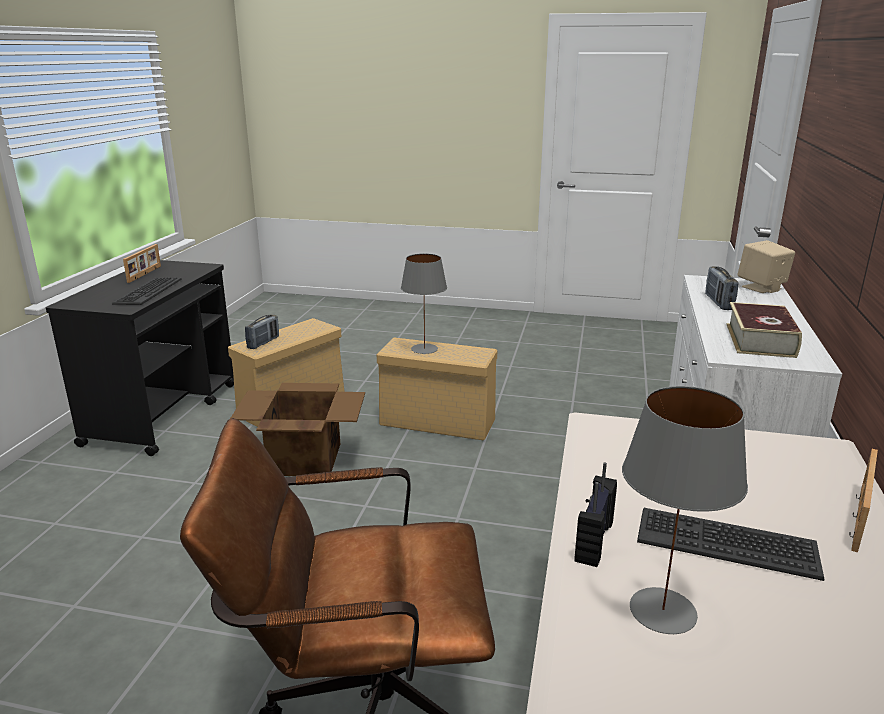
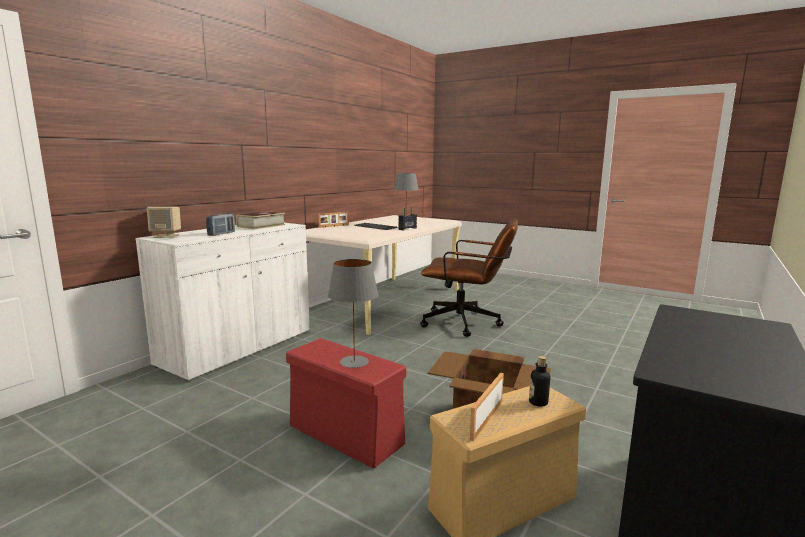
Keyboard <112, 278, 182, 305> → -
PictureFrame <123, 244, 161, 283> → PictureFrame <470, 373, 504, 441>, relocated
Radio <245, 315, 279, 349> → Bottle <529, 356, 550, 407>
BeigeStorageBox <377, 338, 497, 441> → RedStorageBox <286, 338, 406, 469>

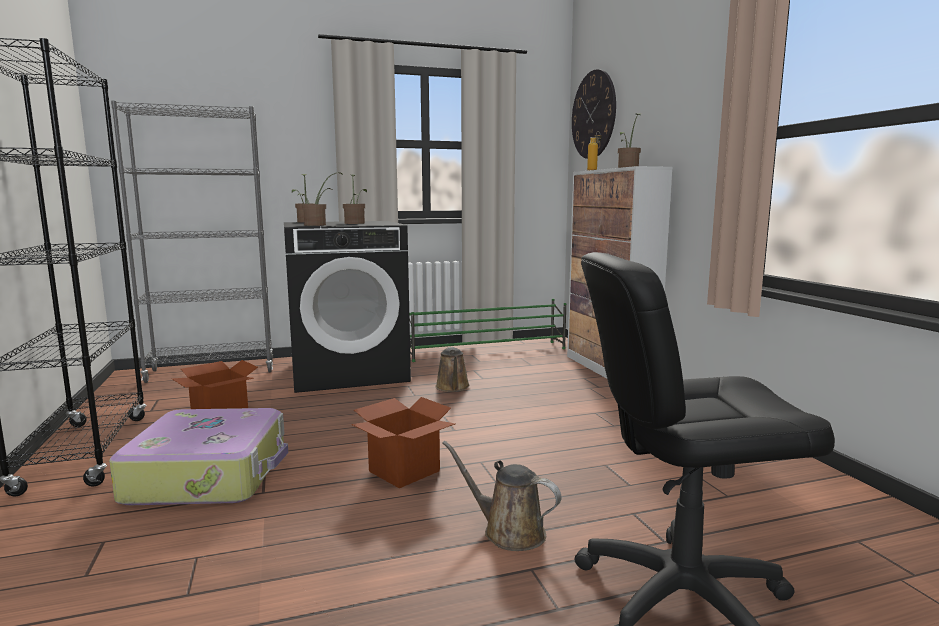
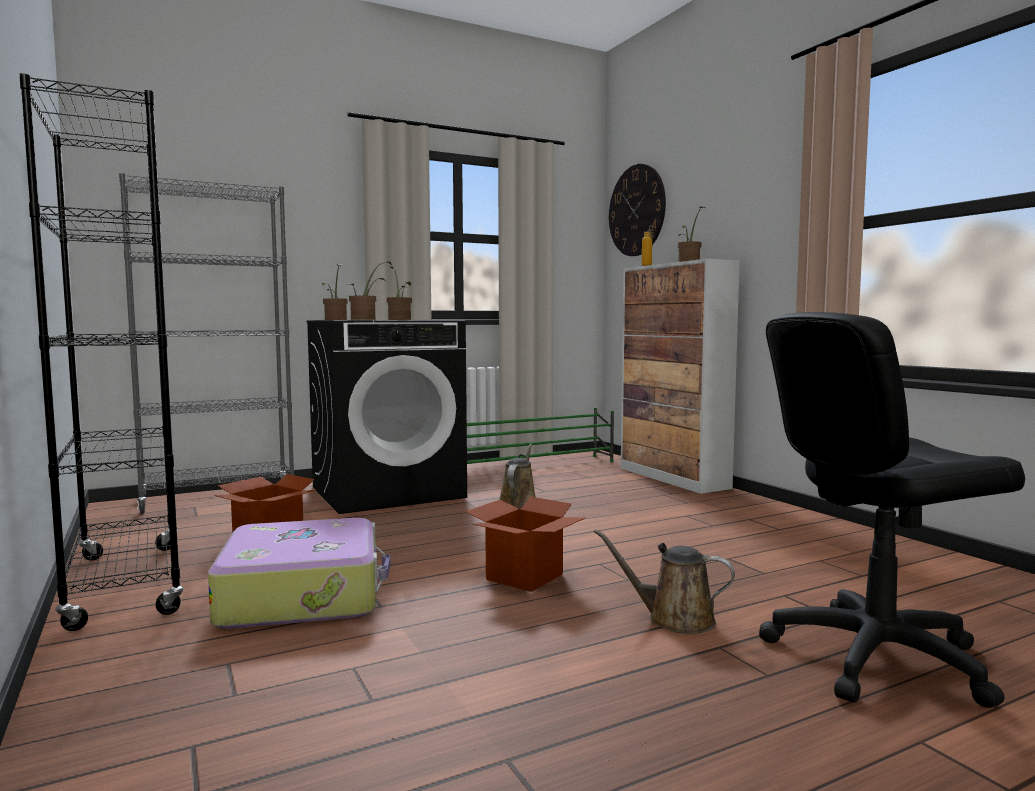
BrownWateringCan <436, 347, 470, 392> → BrownWateringCan <499, 444, 535, 507>, 150 degrees counterclockwise

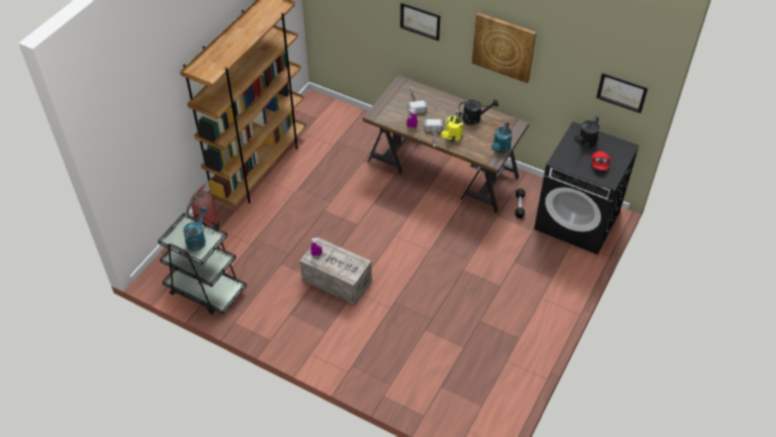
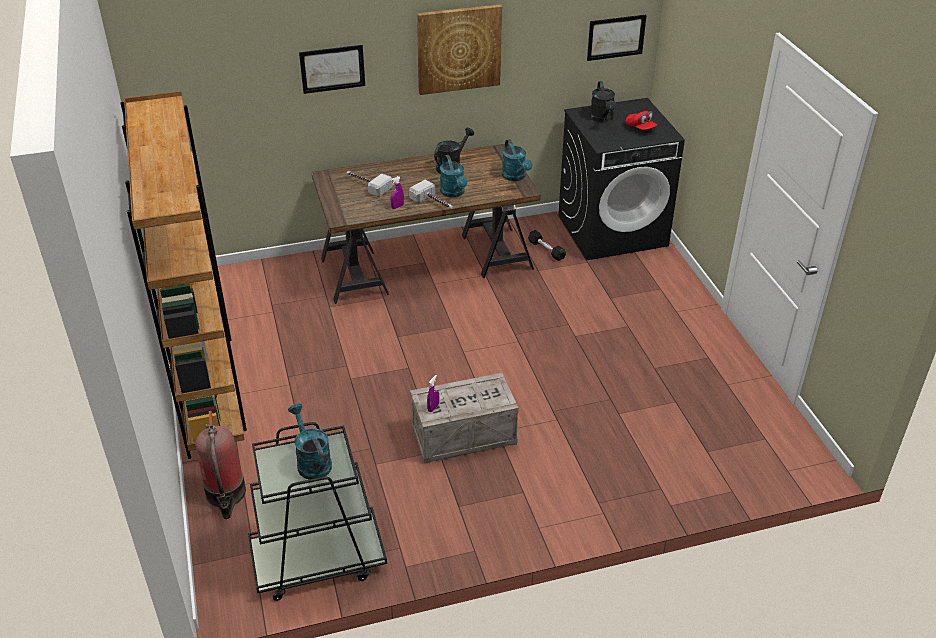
YellowWateringCan <441, 111, 463, 142> → TurquoiseWateringCan <440, 155, 467, 198>

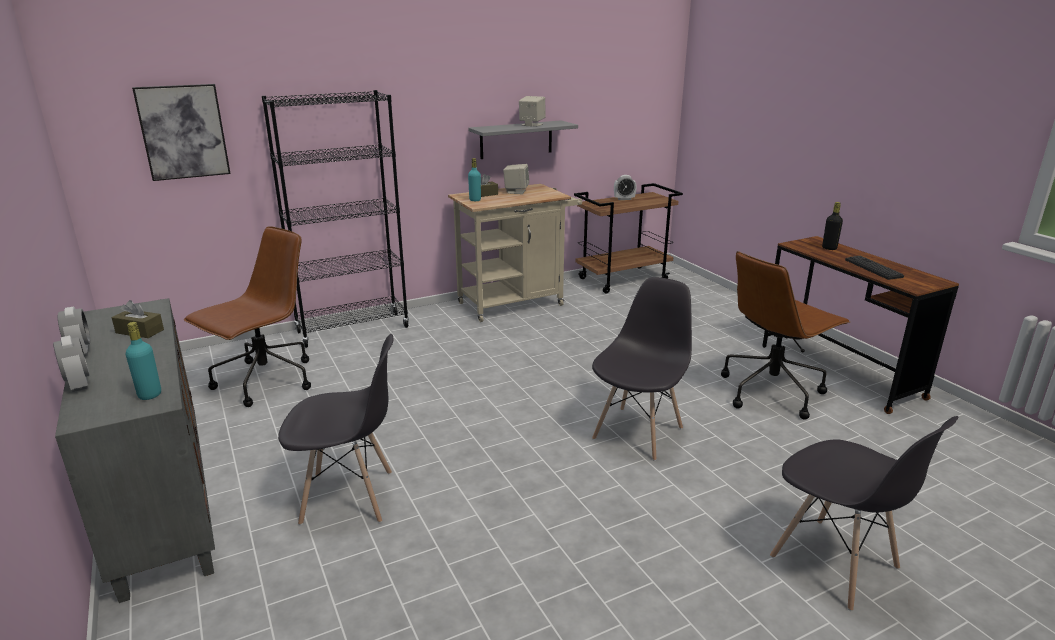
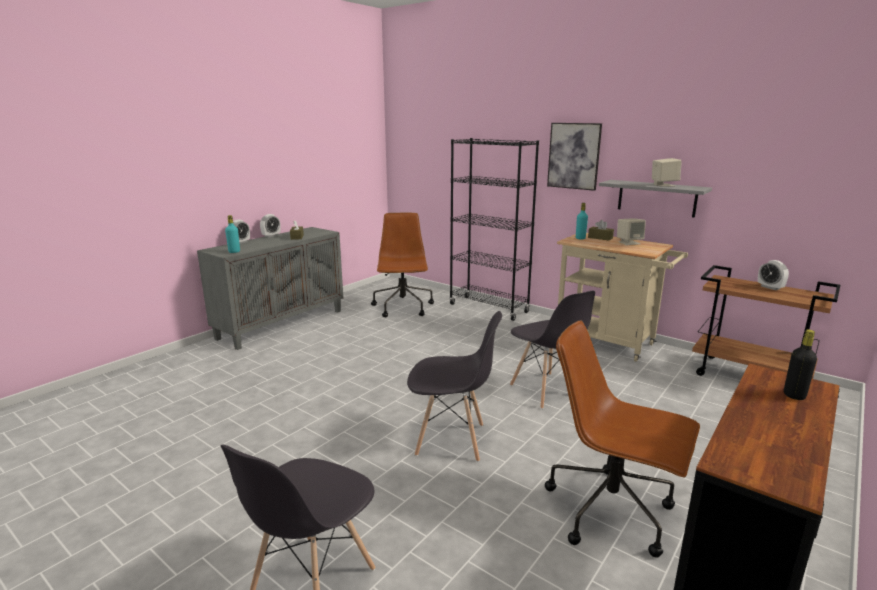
Picture <132, 84, 231, 181> → Picture <547, 123, 602, 191>, relocated
BrownOfficeChair <184, 226, 311, 407> → BrownOfficeChair <371, 213, 434, 317>, 105 degrees counterclockwise
GreyChair <278, 334, 394, 525> → GreyChair <510, 291, 595, 409>, relocated
Keyboard <845, 256, 904, 280> → -

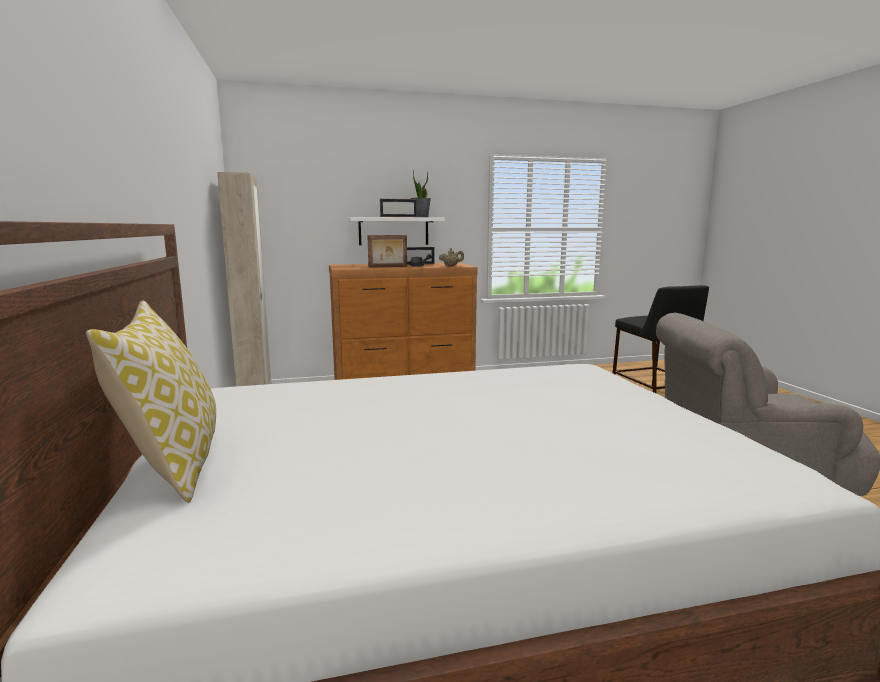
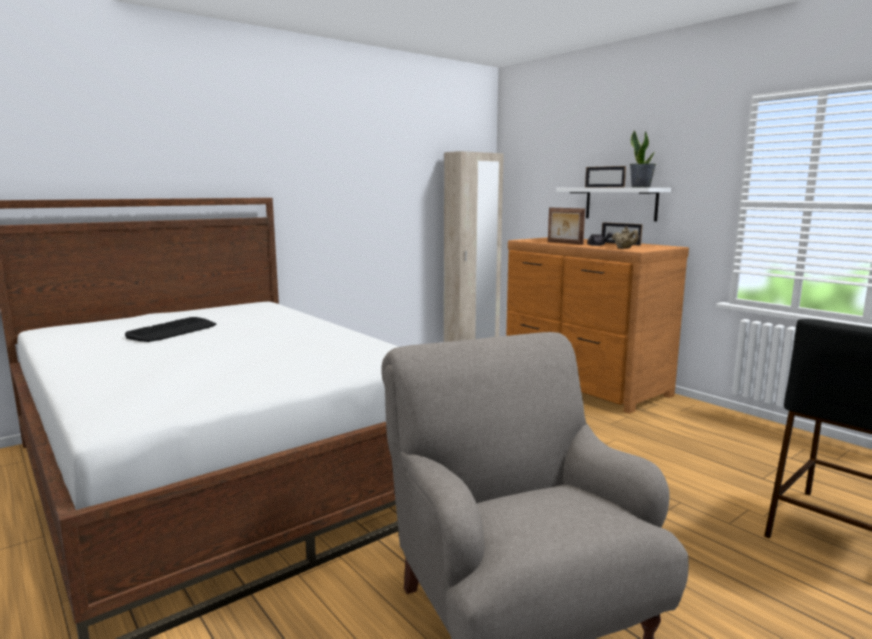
Pillow <86, 300, 216, 503> → -
- → Keyboard <125, 317, 216, 342>

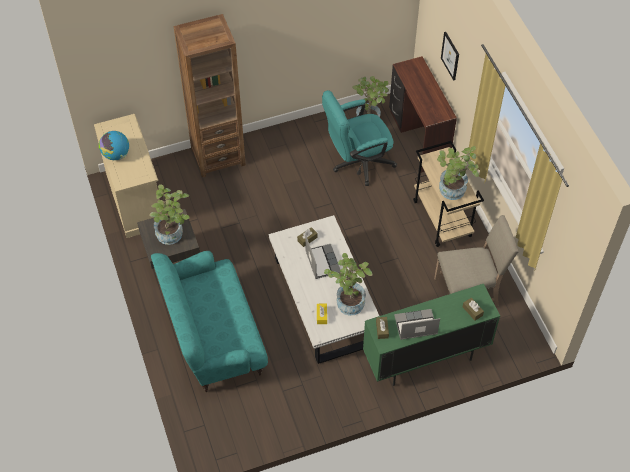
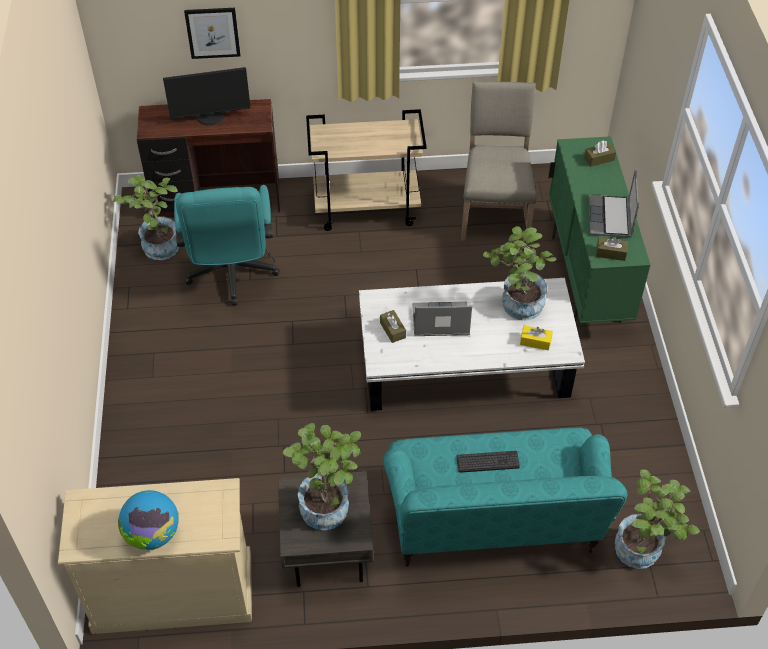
BrownBookcase <174, 14, 246, 177> → -
PottedPlant <437, 146, 479, 200> → PottedPlant <615, 470, 700, 569>, relocated
- → Monitor <163, 67, 251, 125>
- → Keyboard <456, 451, 520, 473>

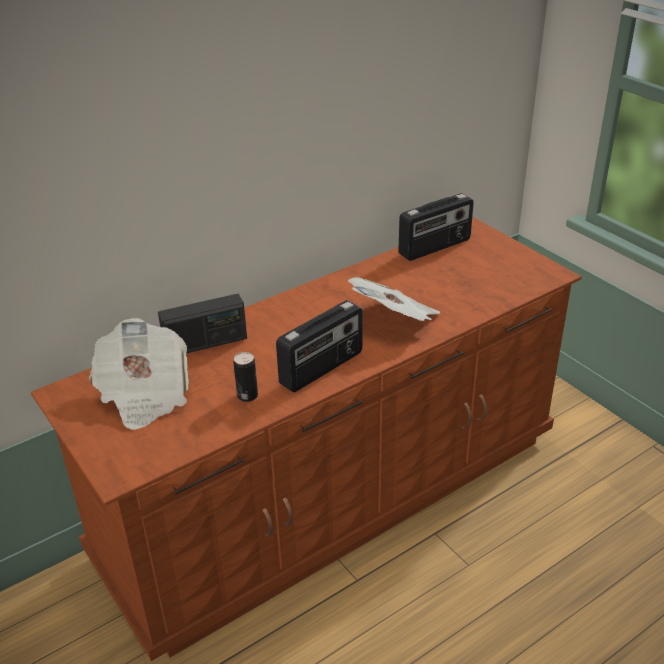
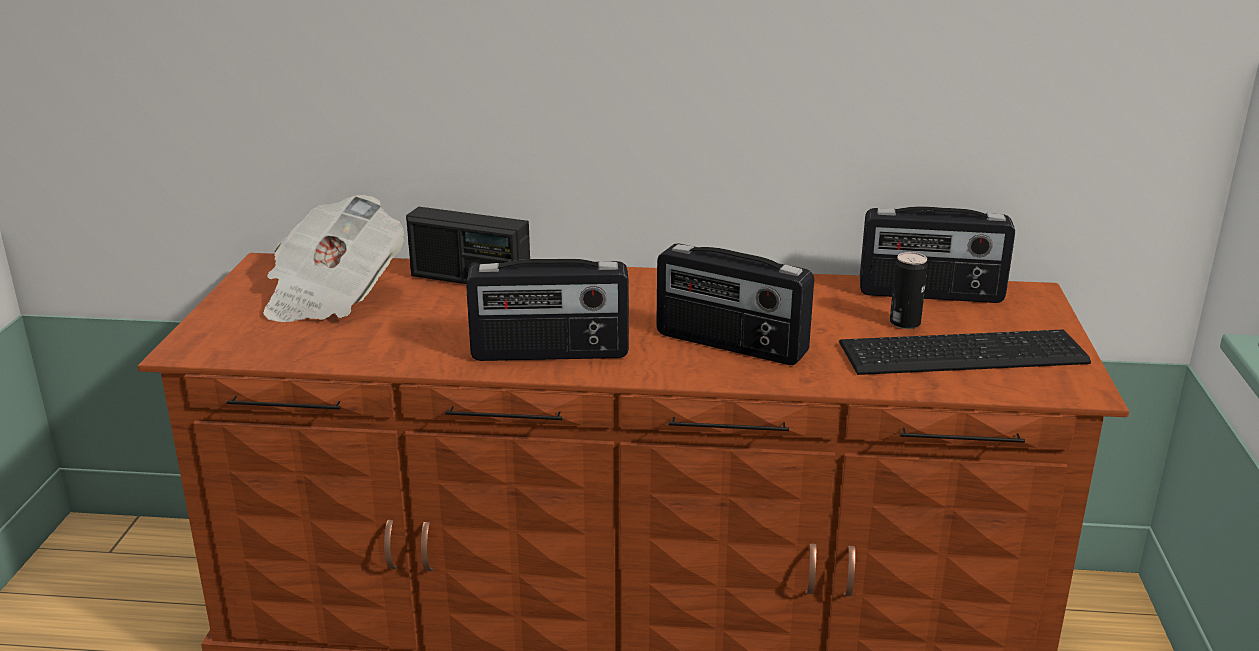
Can <233, 352, 258, 402> → Can <890, 252, 928, 329>, relocated
Newspaper <348, 277, 441, 321> → Radio <656, 243, 814, 365>
- → Keyboard <839, 329, 1091, 375>

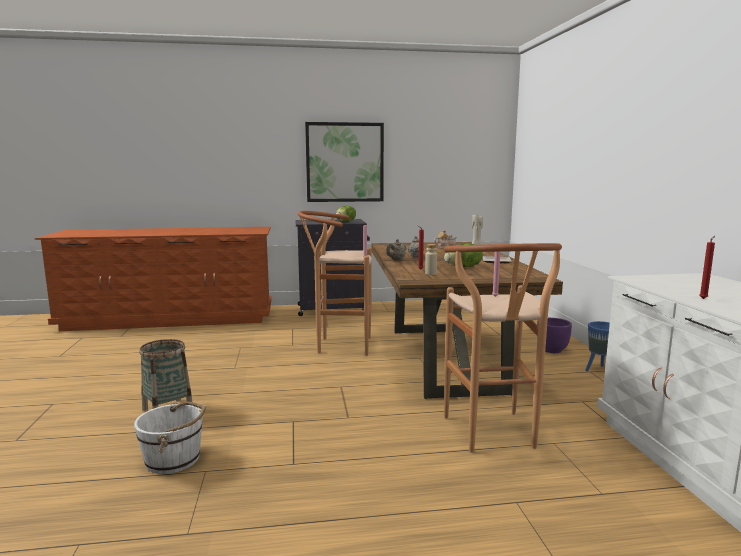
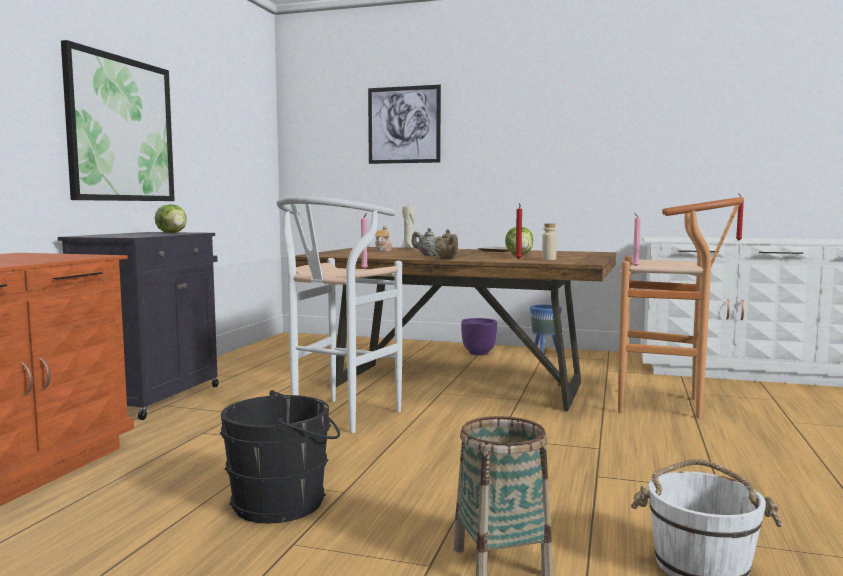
BrownStool <297, 211, 372, 356> → WhiteStool <277, 196, 402, 433>
- → BlackBucket <220, 390, 340, 523>
- → Picture <368, 85, 441, 164>

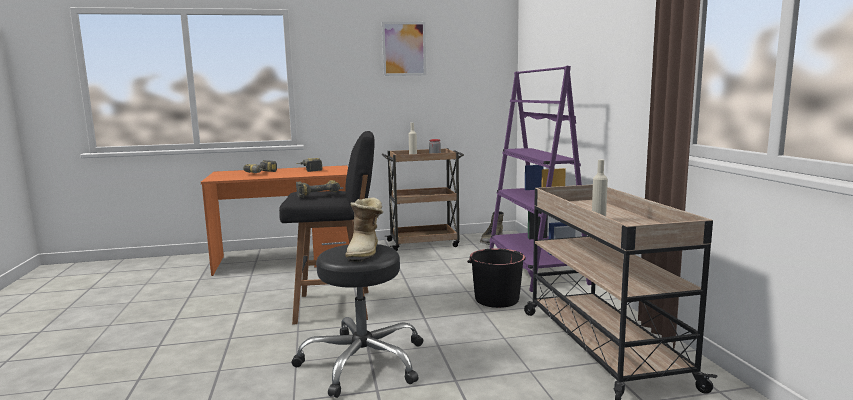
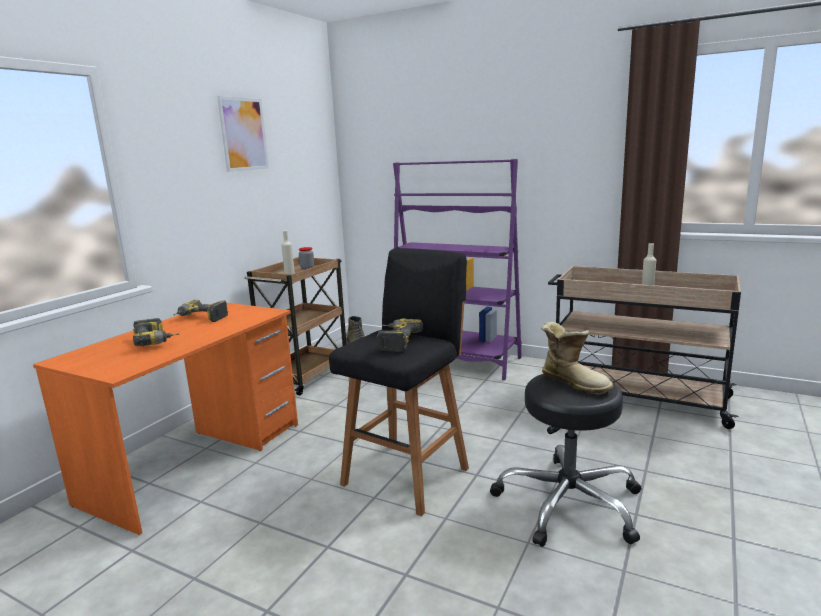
BlackBucket <467, 248, 526, 308> → -

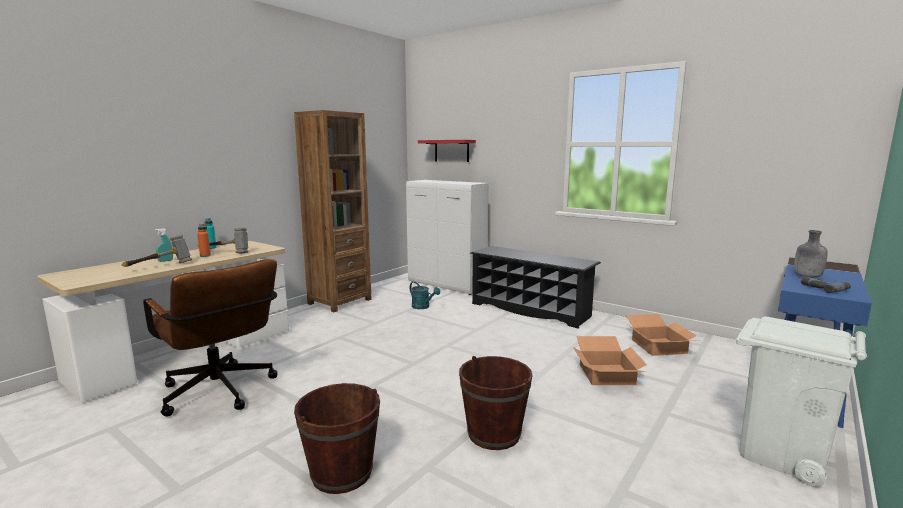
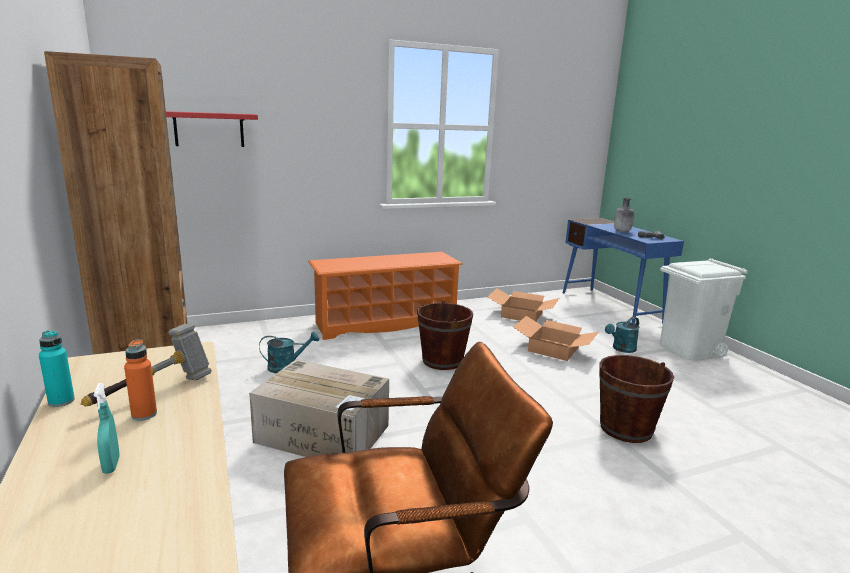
Hammer <122, 235, 192, 267> → -
BrownBucket <294, 383, 380, 494> → BrownBucket <417, 300, 473, 370>, relocated
WhiteCabinet <406, 180, 489, 295> → -
BlackShoeRack <470, 246, 601, 329> → OrangeShoeRack <308, 252, 463, 340>
- → CardboardBox <249, 360, 389, 457>
- → TurquoiseWateringCan <605, 317, 640, 353>

